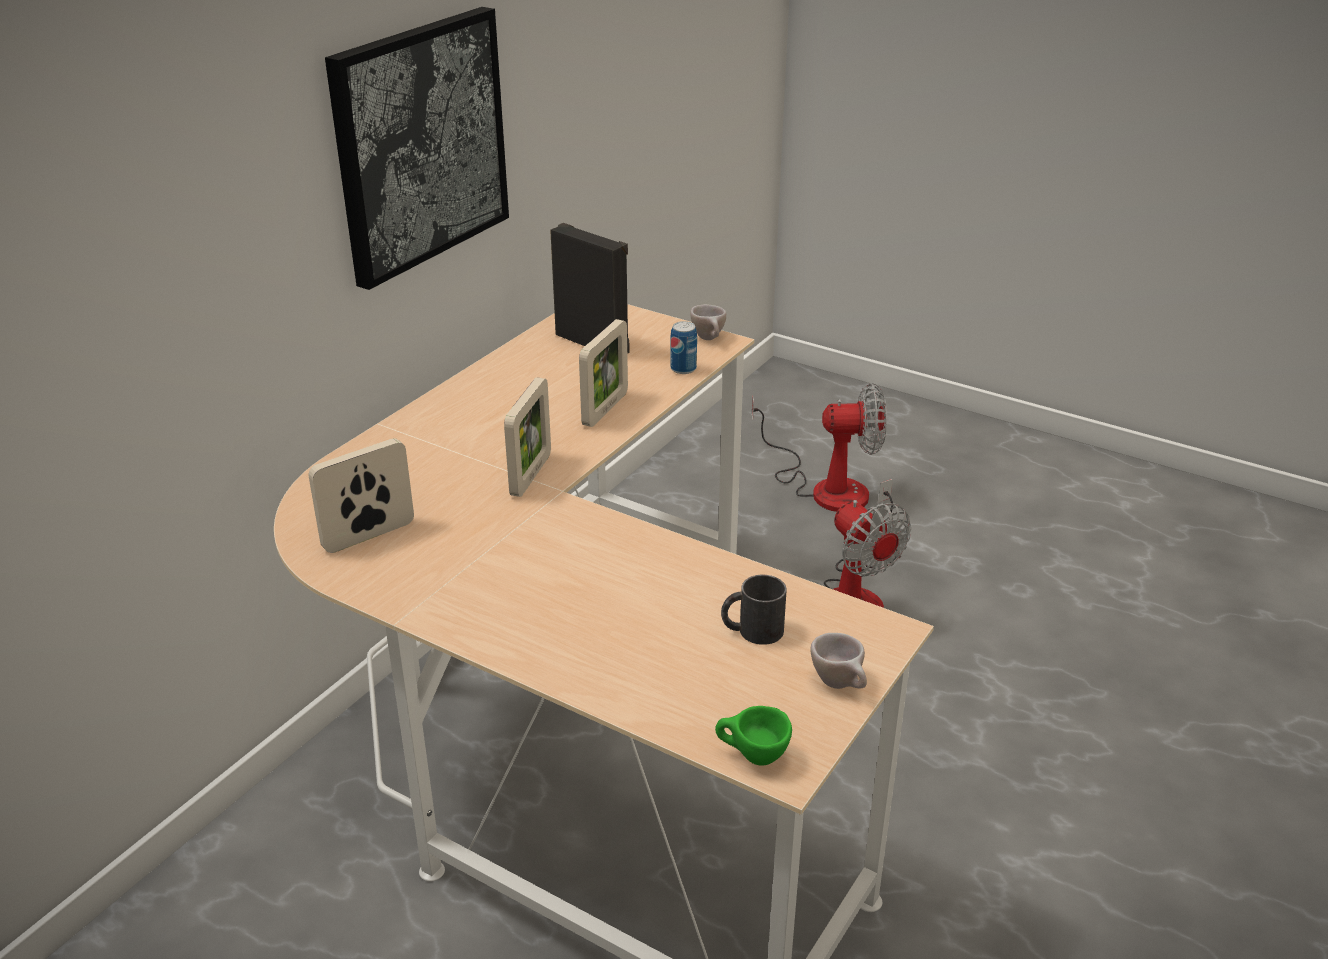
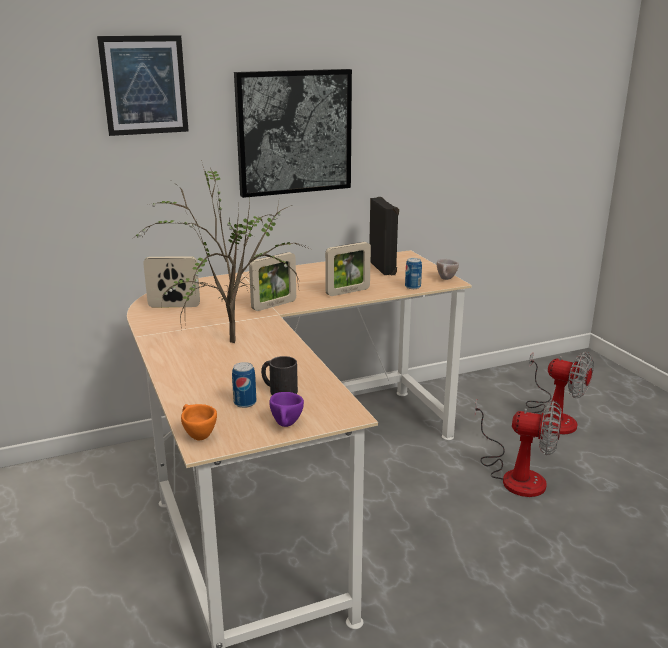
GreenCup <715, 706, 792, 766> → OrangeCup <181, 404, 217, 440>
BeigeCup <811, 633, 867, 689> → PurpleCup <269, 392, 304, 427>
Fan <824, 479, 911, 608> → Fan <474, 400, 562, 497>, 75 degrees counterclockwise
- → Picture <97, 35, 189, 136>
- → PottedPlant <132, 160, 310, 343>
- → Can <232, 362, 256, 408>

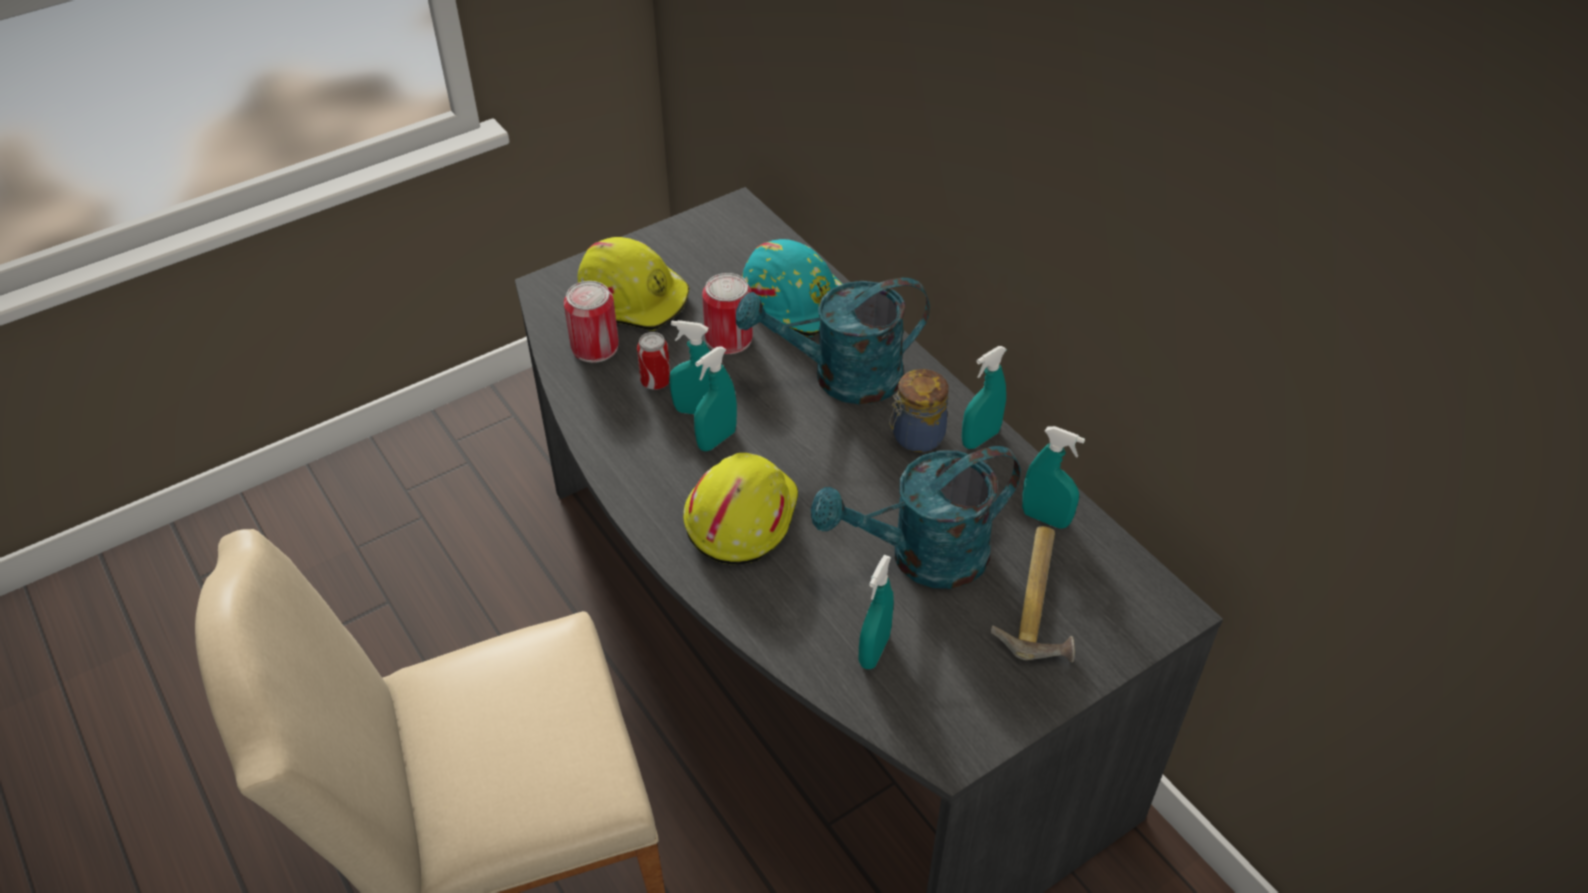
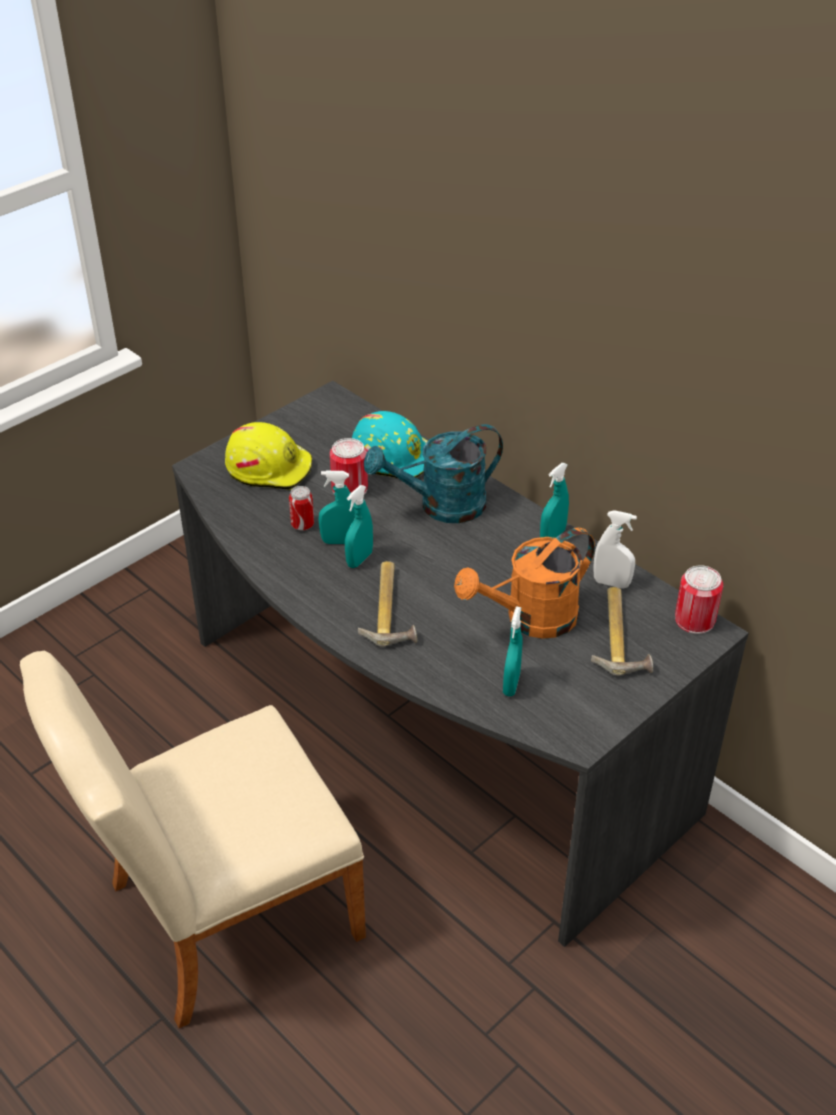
Can <564, 281, 619, 363> → Can <675, 565, 723, 634>, relocated
YellowHardHat <683, 453, 798, 565> → Hammer <358, 561, 417, 647>
TurquoiseWateringCan <811, 446, 1021, 589> → OrangeWateringCan <454, 528, 595, 639>
Jar <889, 369, 949, 452> → -
TurquoiseSprayBottle <1022, 426, 1085, 529> → WhiteSprayBottle <593, 510, 637, 588>

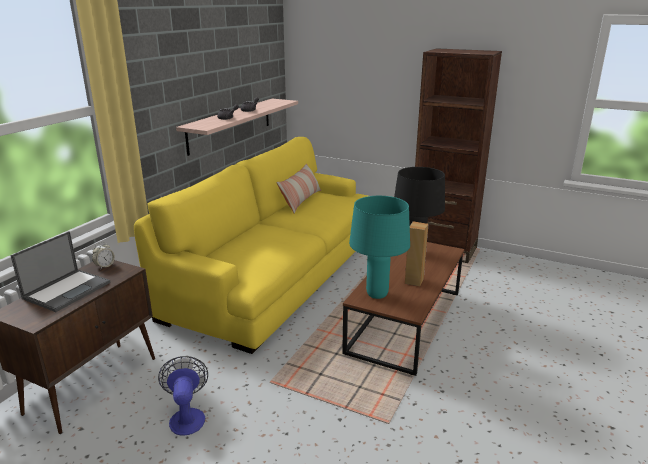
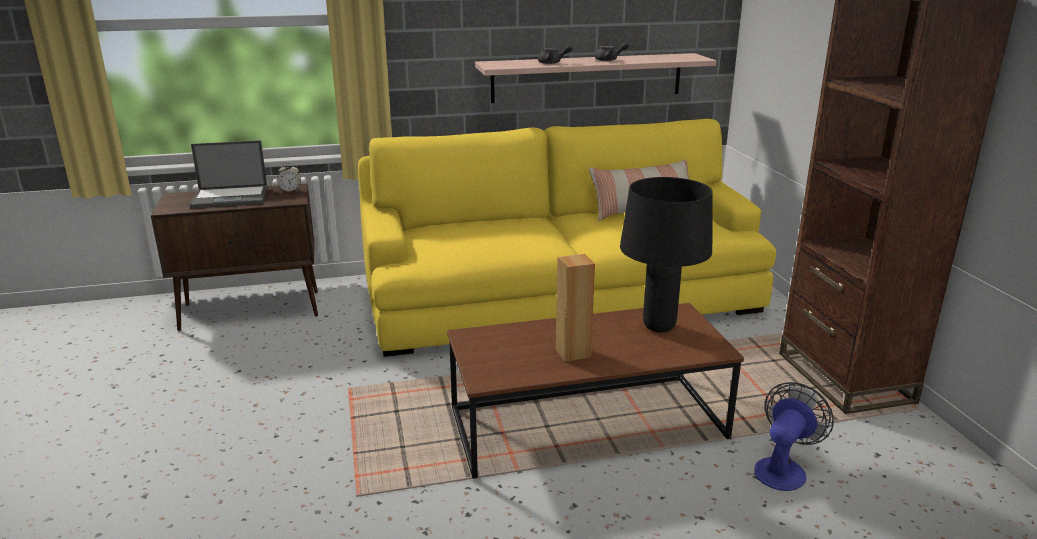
Fan <158, 356, 208, 435> → Fan <754, 382, 834, 491>, relocated
TurquoiseTableLamp <349, 196, 410, 299> → -

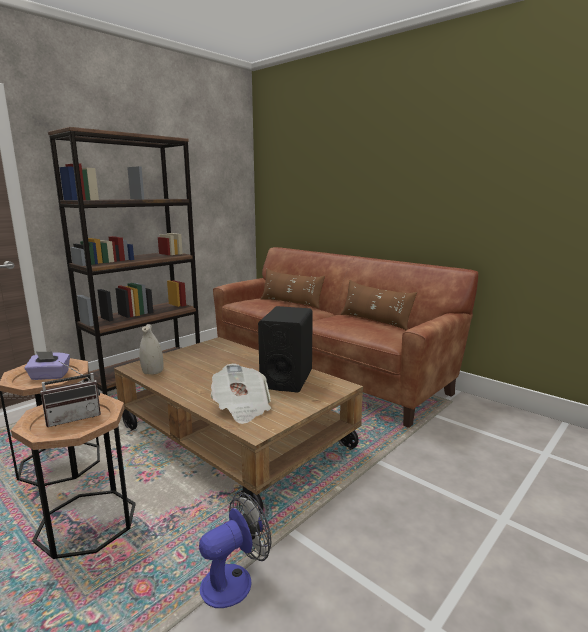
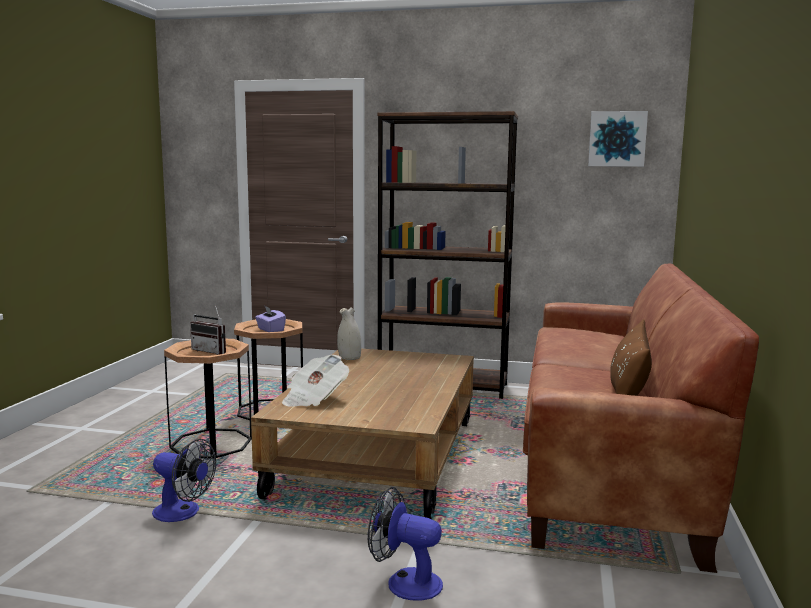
BlackSpeaker <258, 306, 313, 393> → -
BrownPillow <261, 269, 325, 309> → -
- → Fan <368, 487, 443, 601>
- → Picture <588, 111, 648, 167>

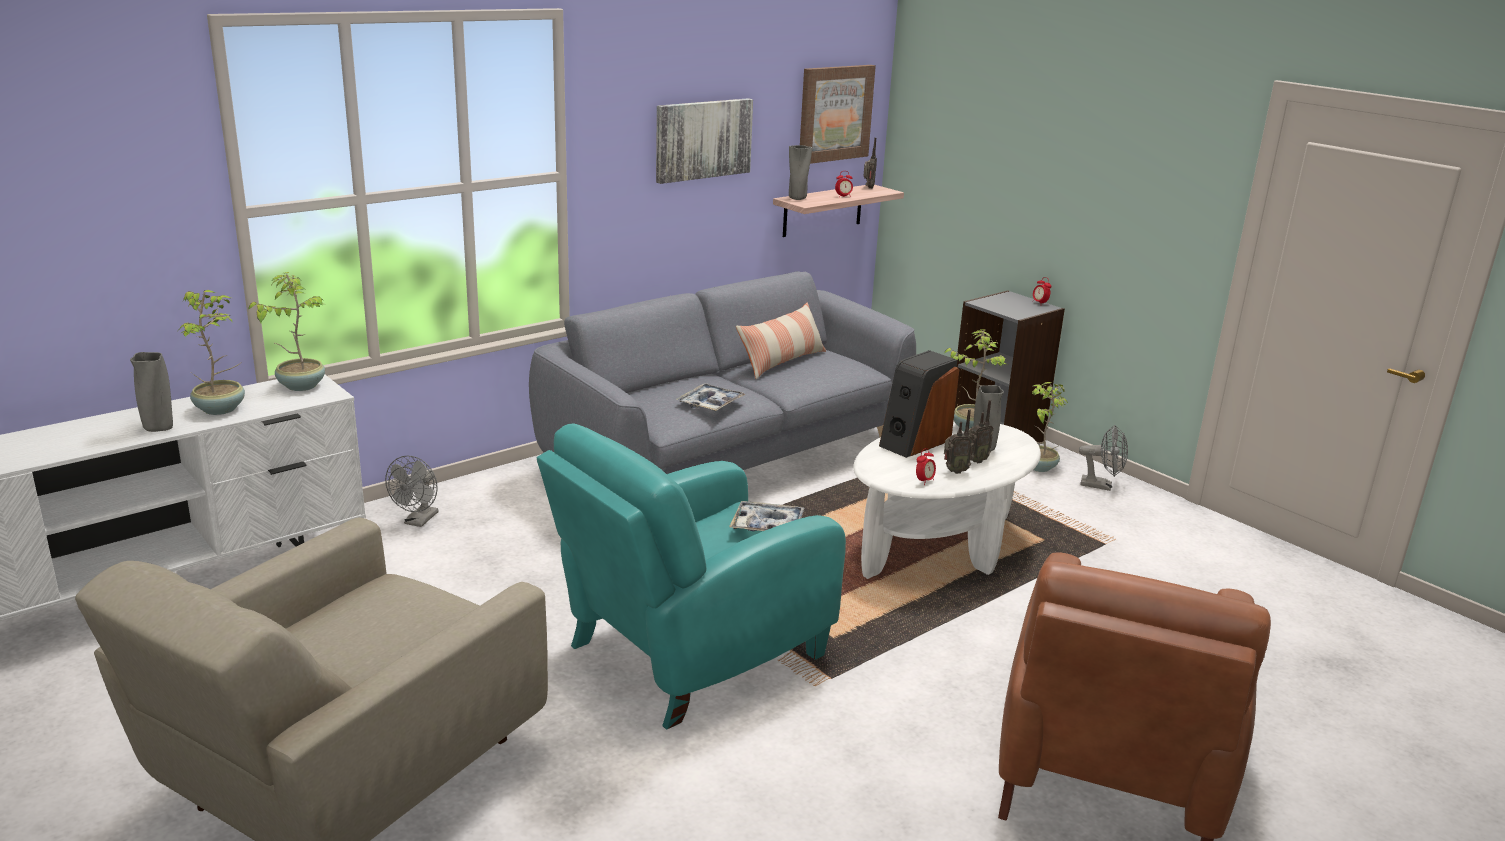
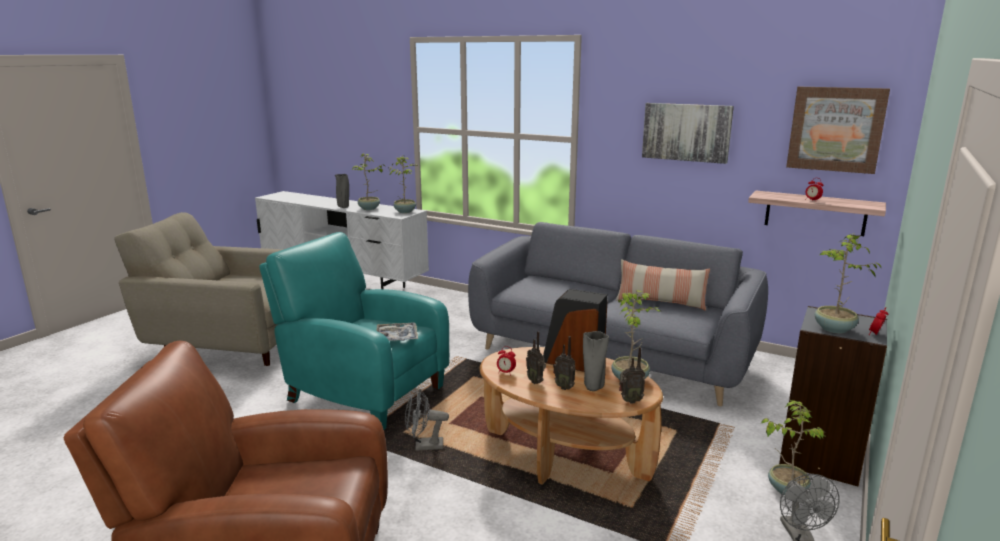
GreyFan <385, 456, 438, 527> → GreyFan <405, 389, 449, 451>, relocated
Tray <676, 383, 746, 411> → -
GreyVase <789, 145, 812, 200> → -
WhiteCoffeeTable <853, 421, 1041, 579> → BrownCoffeeTable <480, 347, 663, 485>
Radio <864, 138, 877, 189> → Radio <619, 347, 646, 404>, relocated
- → PottedPlant <815, 233, 882, 334>

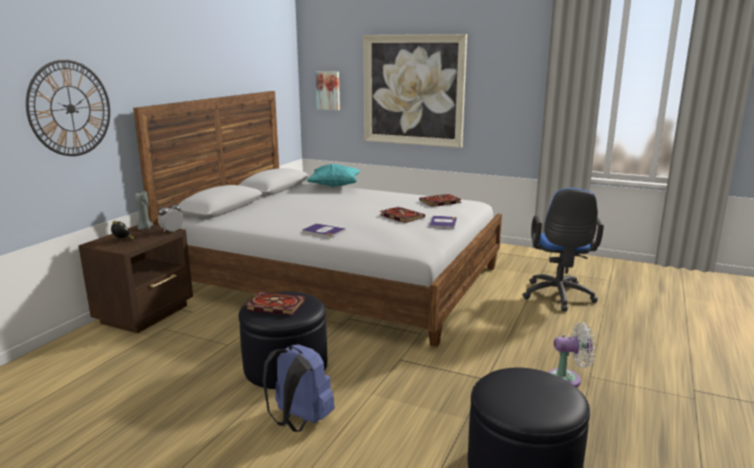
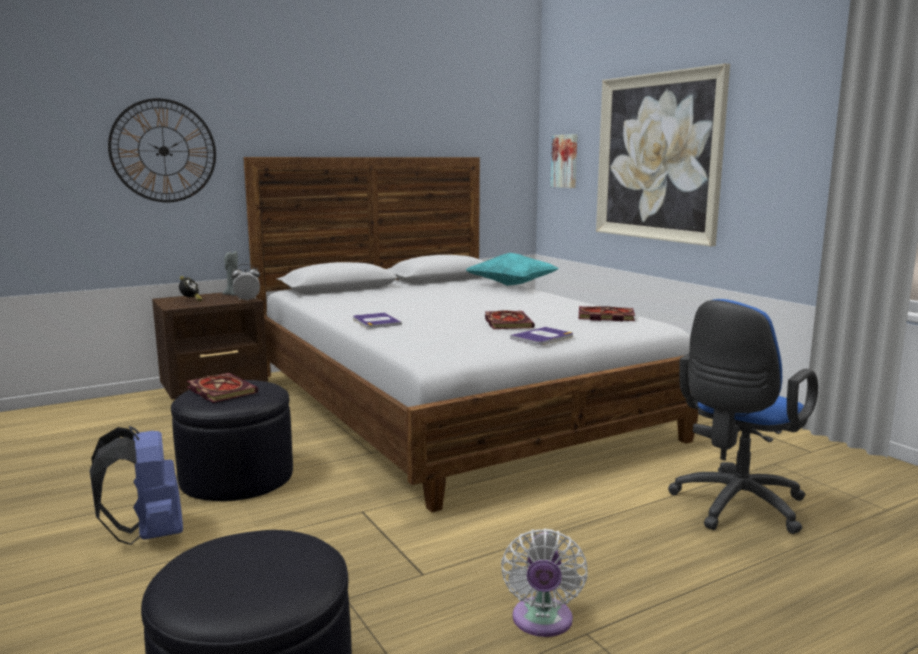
WhiteFan <548, 322, 595, 387> → WhiteFan <501, 528, 588, 637>, 60 degrees clockwise

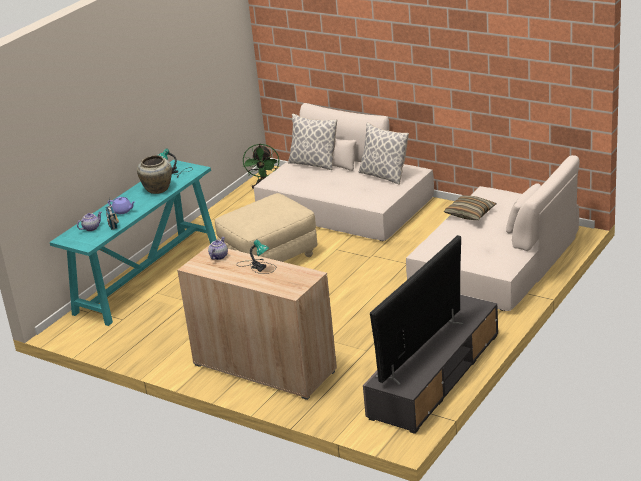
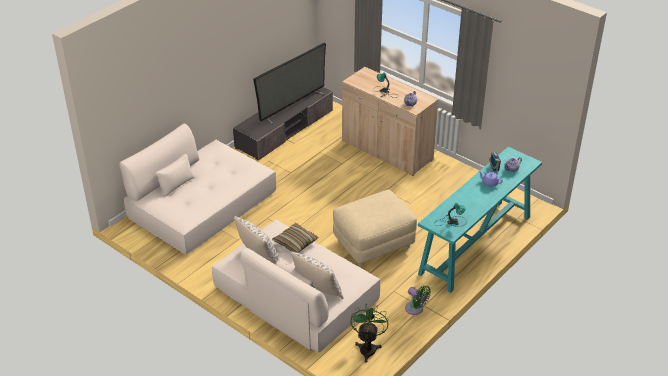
BeigeVase <137, 155, 172, 194> → -
Pillow <444, 195, 496, 220> → Pillow <272, 223, 318, 253>, relocated
- → GreenFan <405, 285, 431, 315>

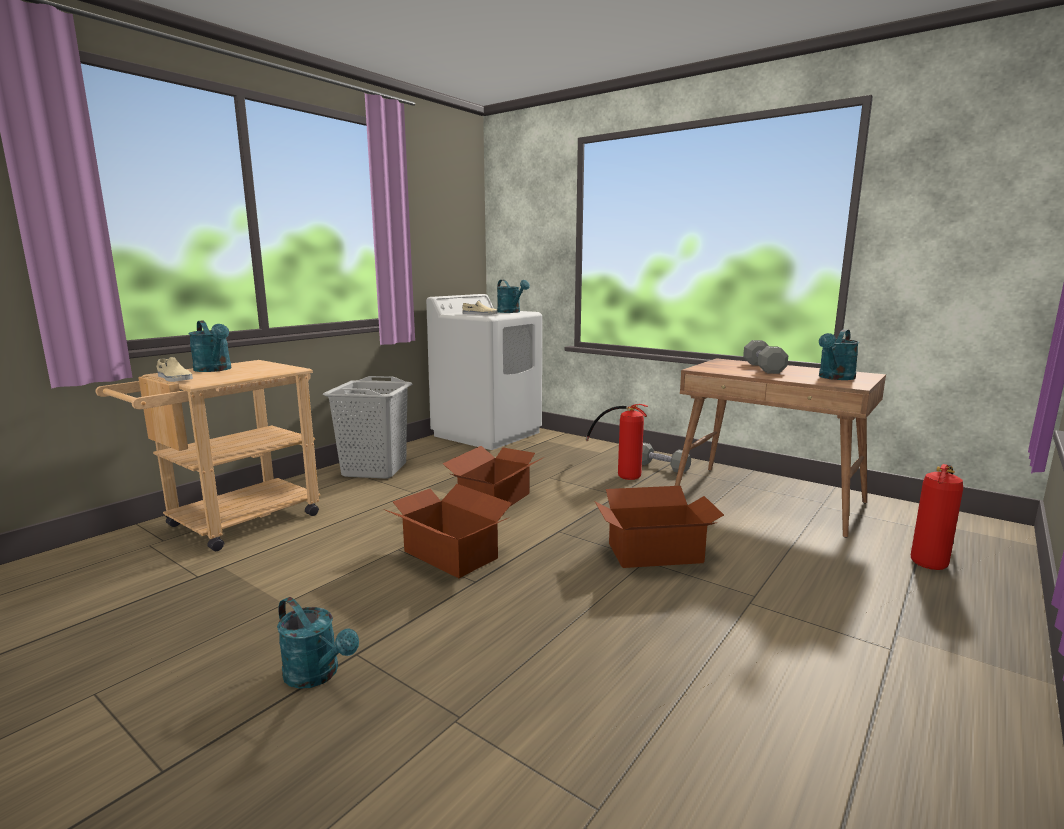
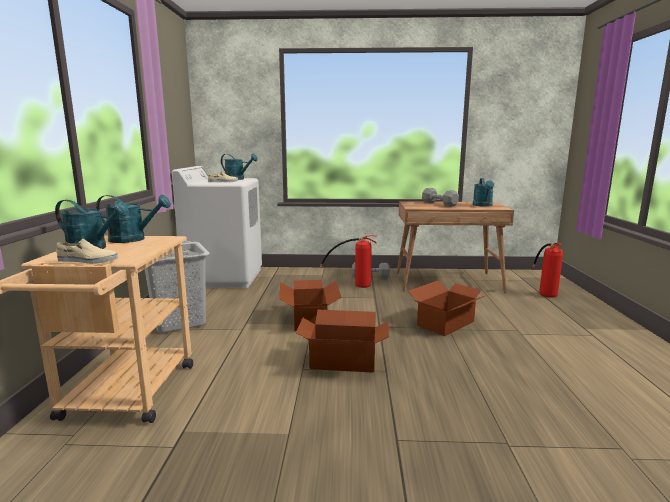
TurquoiseWateringCan <277, 597, 359, 689> → TurquoiseWateringCan <96, 195, 171, 243>, relocated

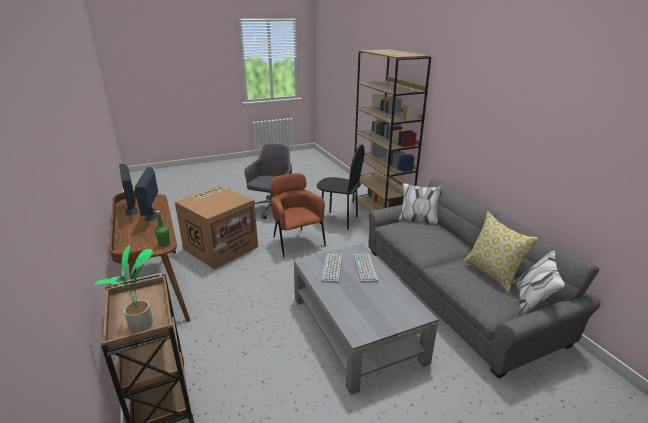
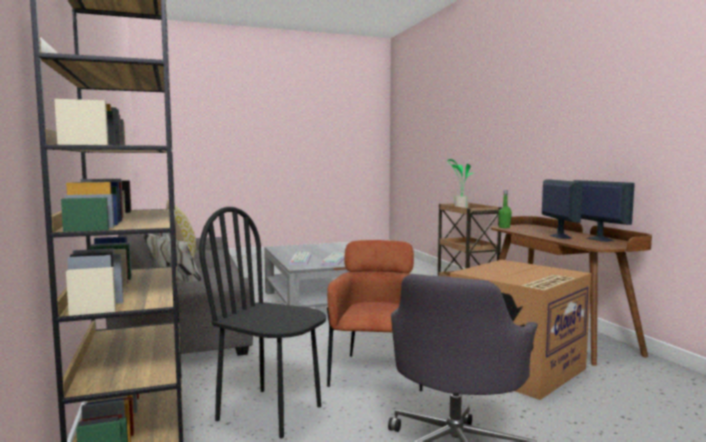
BrownArmchair <271, 173, 326, 258> → BrownArmchair <327, 240, 423, 391>, 150 degrees counterclockwise

